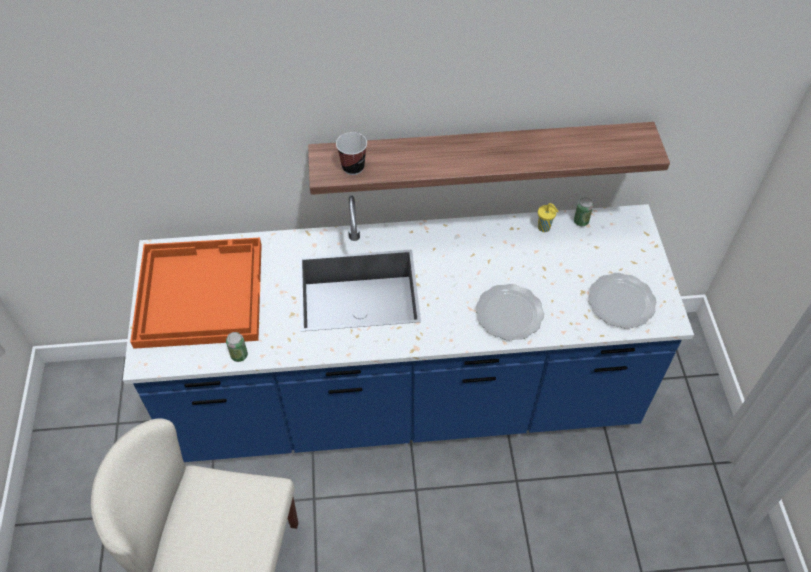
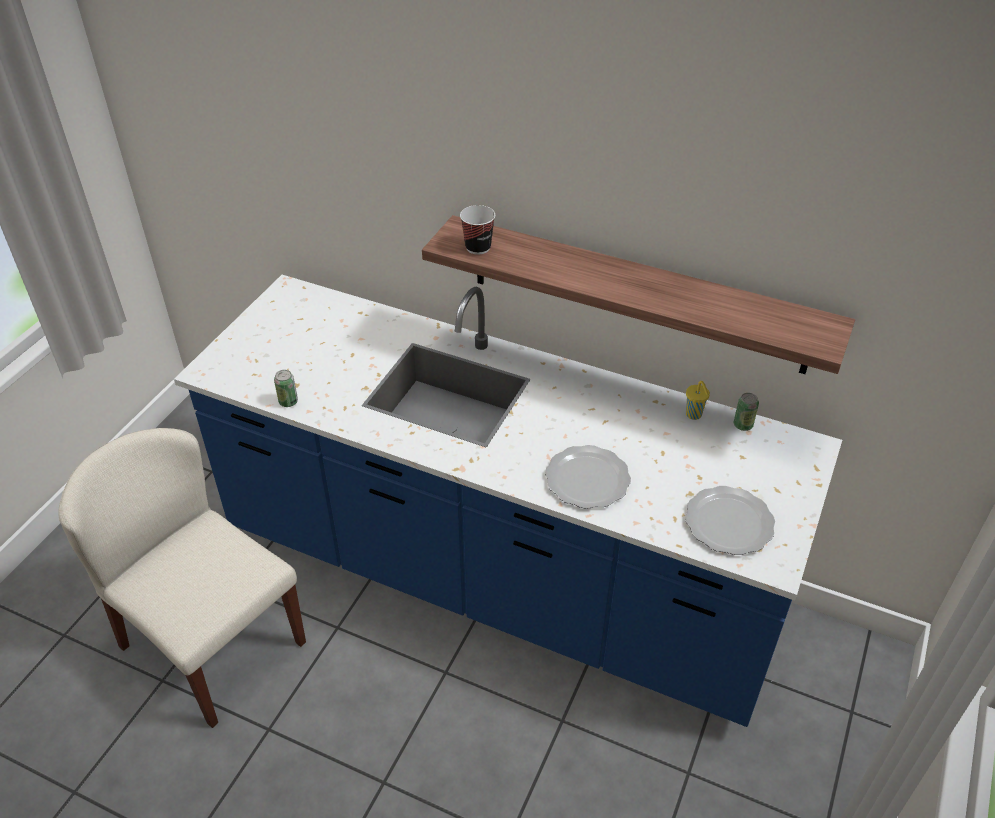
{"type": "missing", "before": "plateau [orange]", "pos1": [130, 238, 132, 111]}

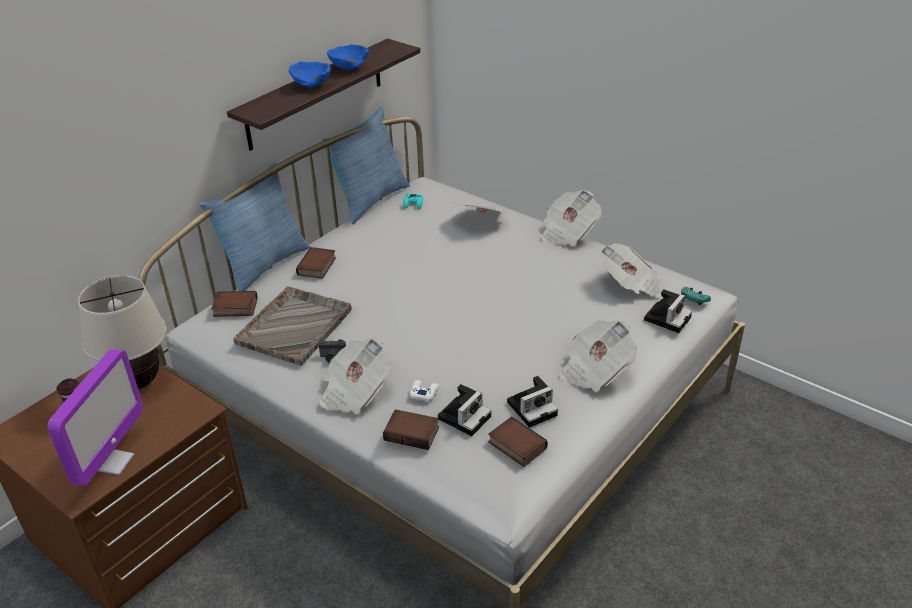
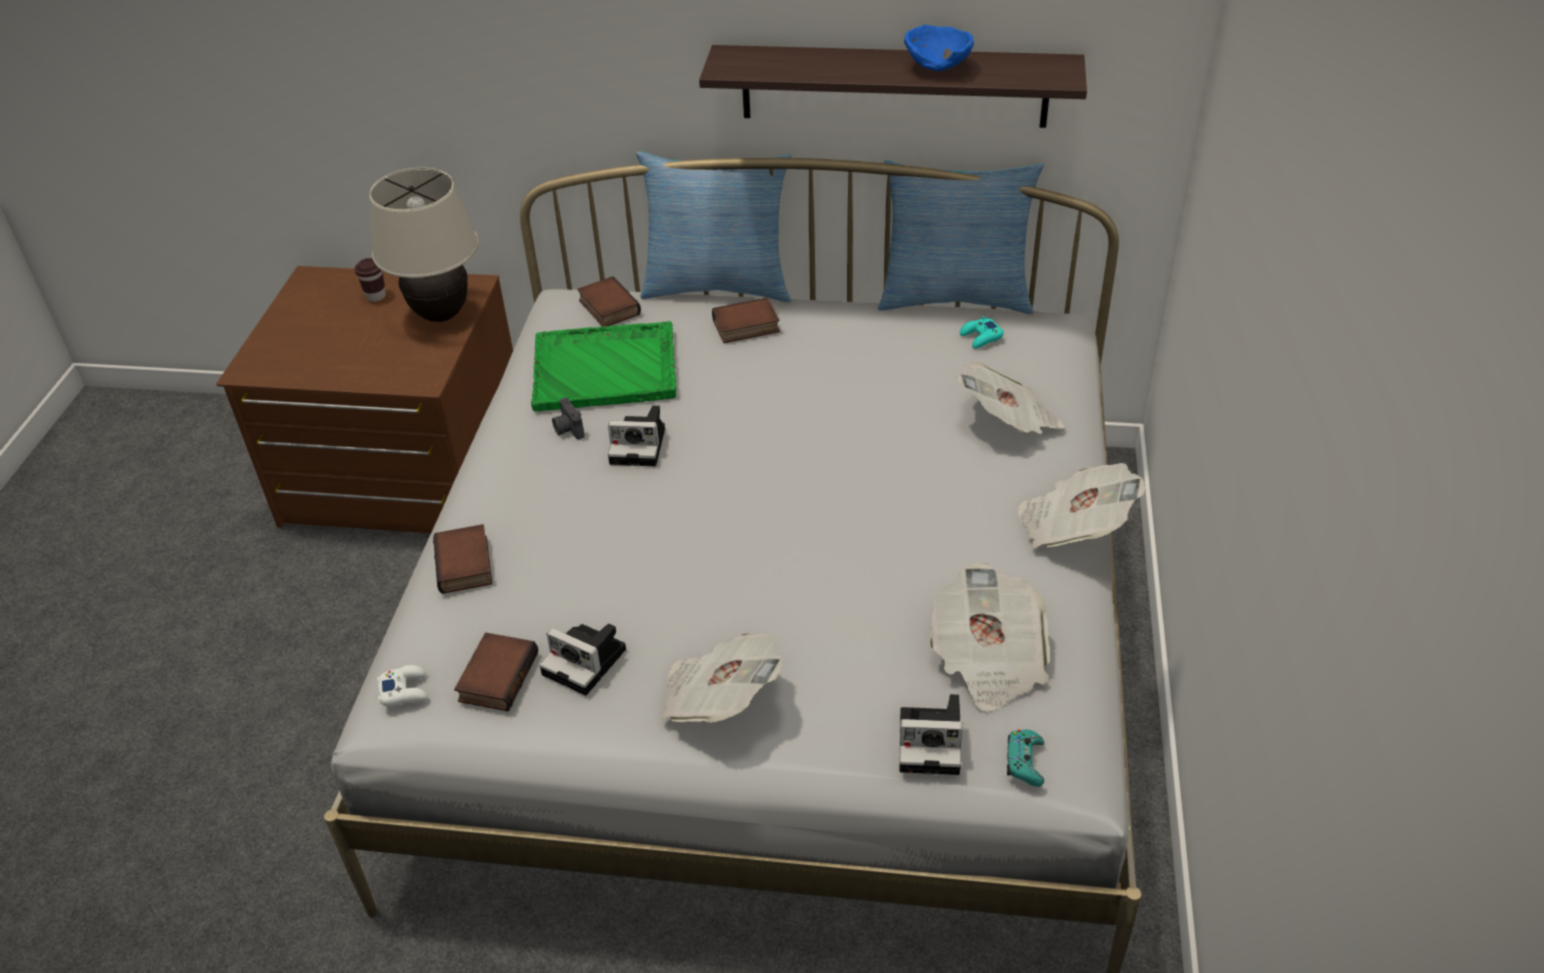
{"type": "missing", "before": "écran d'ordinateur", "pos1": [48, 349, 95, 137]}
{"type": "missing", "before": "bol [bleu]", "pos1": [289, 61, 42, 27]}
{"type": "missing", "before": "journal", "pos1": [319, 338, 73, 76]}
{"type": "relocated", "before": "manette [blanc]", "pos1": [410, 380, 29, 22], "pos2": [377, 665, 51, 41]}
{"type": "relocated", "before": "appareil photo", "pos1": [438, 384, 53, 52], "pos2": [608, 405, 57, 61]}
{"type": "colour", "before": "plateau [gris]", "after": "plateau [vert]", "pos1": [233, 286, 119, 80], "pos2": [531, 321, 145, 90]}

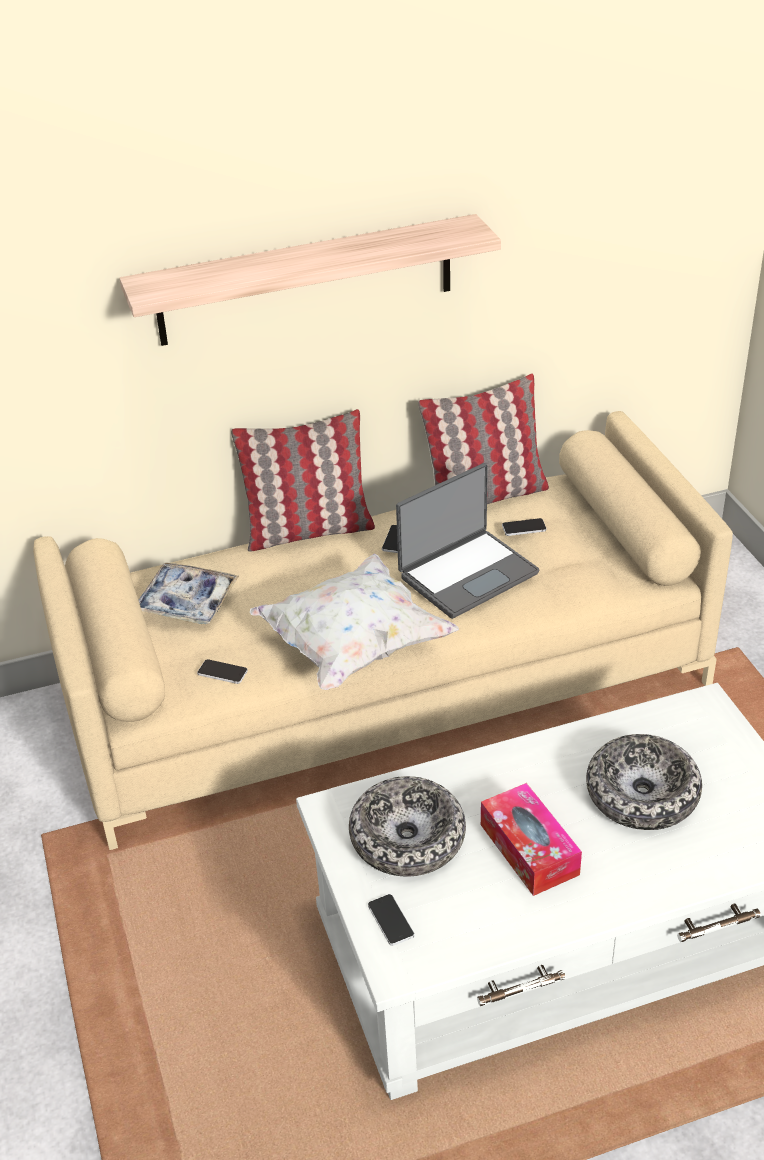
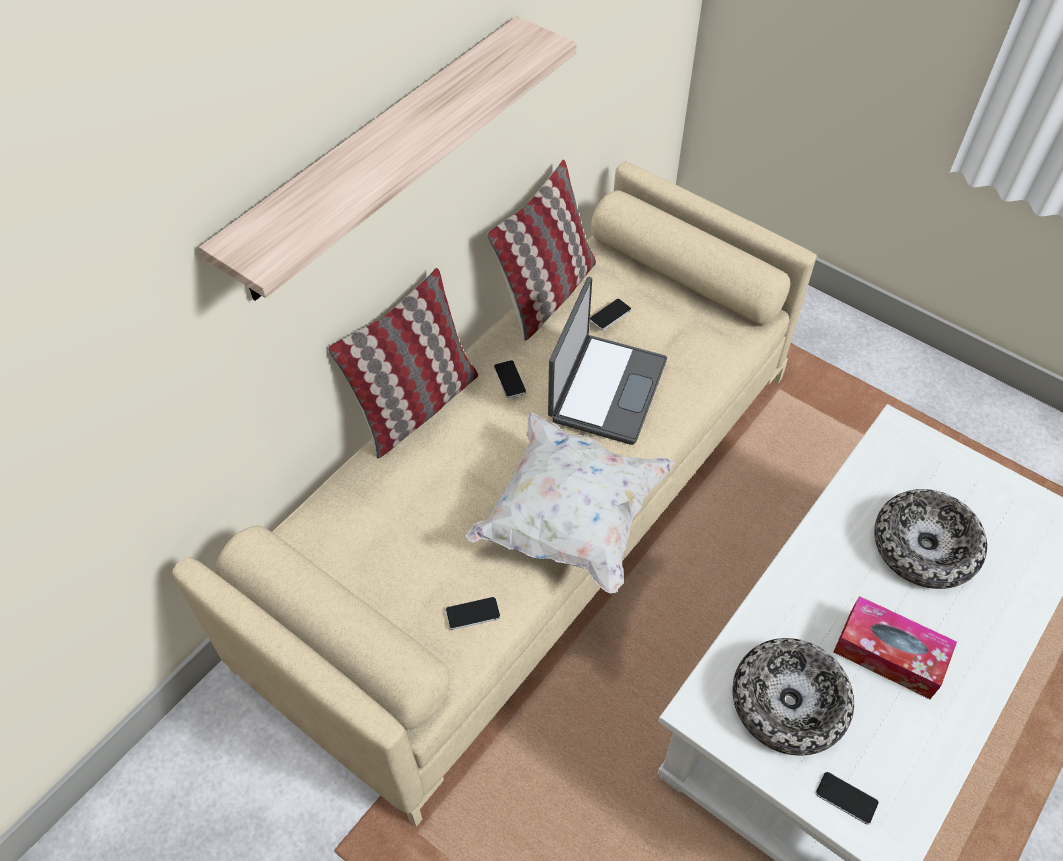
{"type": "missing", "before": "plateau", "pos1": [139, 562, 100, 62]}

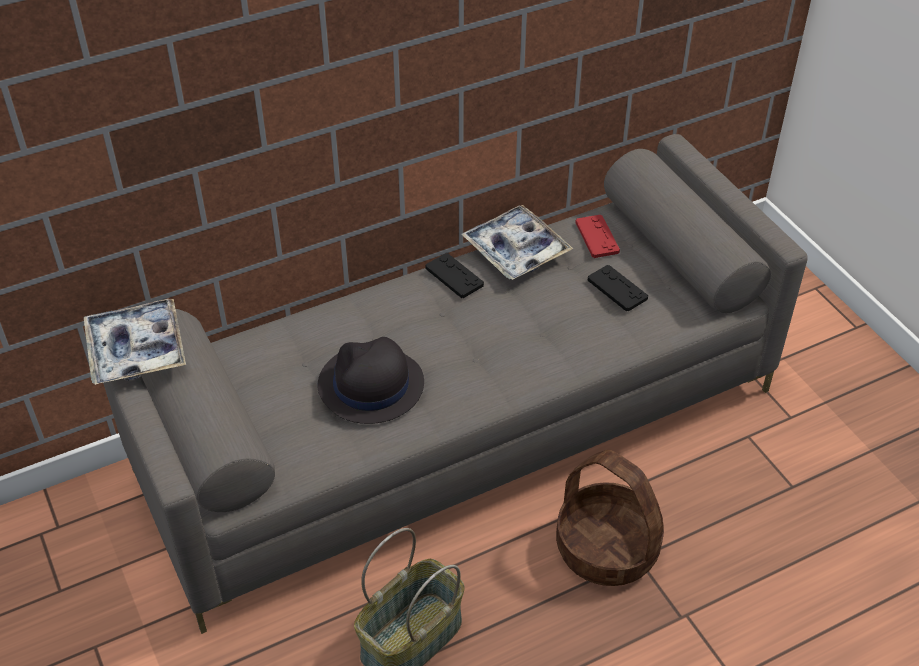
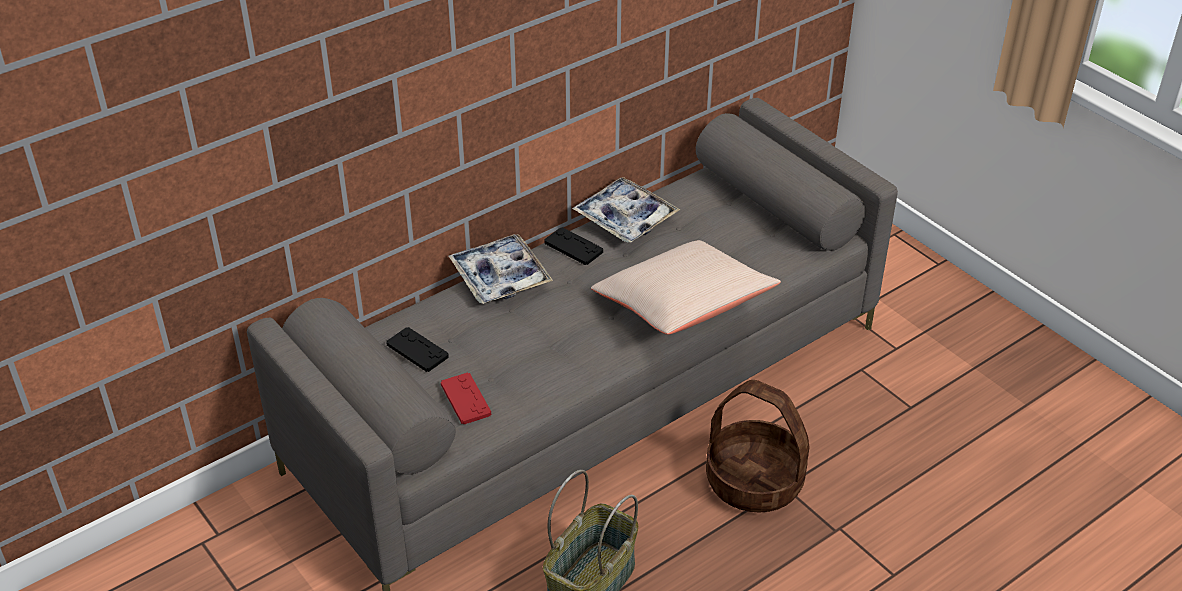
{"type": "missing", "before": "chapeau [noir]", "pos1": [317, 337, 107, 87]}
{"type": "appeared", "after": "coussin [beige]", "pos2": [591, 240, 190, 95]}
{"type": "relocated", "before": "plateau", "pos1": [84, 299, 102, 86], "pos2": [449, 234, 104, 70]}
{"type": "relocated", "before": "manette [rouge]", "pos1": [575, 215, 45, 43], "pos2": [441, 372, 50, 52]}
{"type": "relocated", "before": "manette [noir]", "pos1": [588, 265, 60, 46], "pos2": [386, 327, 63, 45]}

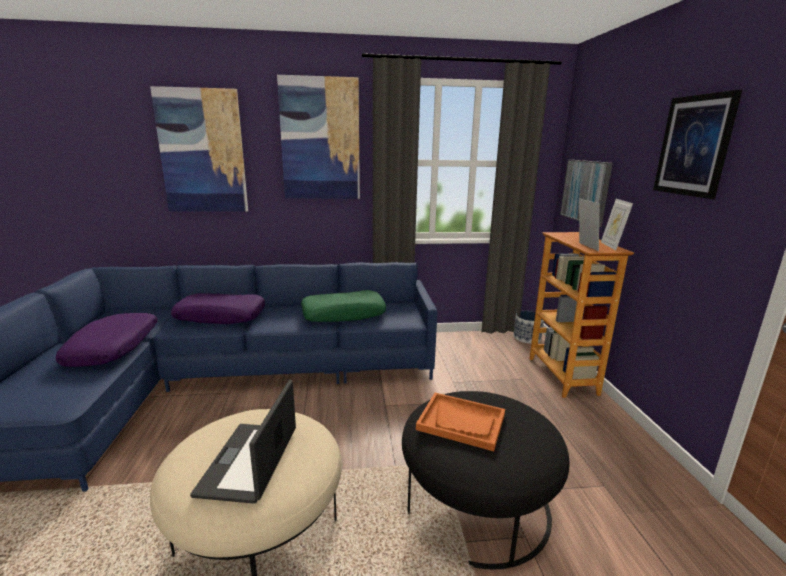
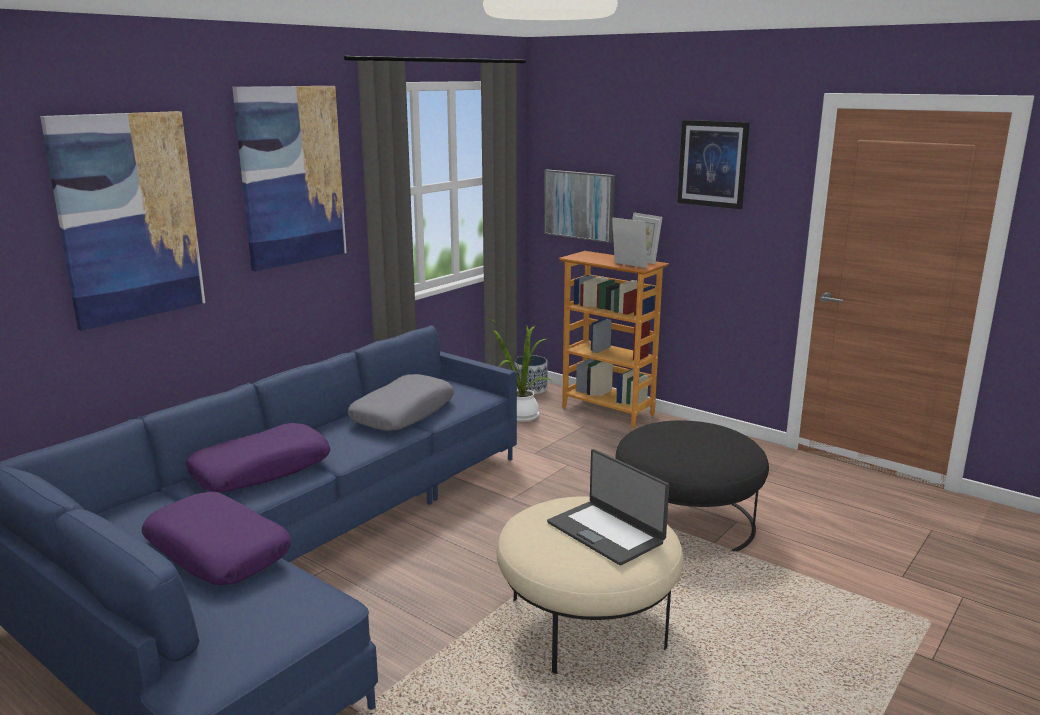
{"type": "missing", "before": "plateau [orange]", "pos1": [416, 393, 89, 58]}
{"type": "appeared", "after": "plante en pot", "pos2": [485, 318, 66, 104]}
{"type": "colour", "before": "coussin [vert]", "after": "coussin [gris]", "pos1": [301, 290, 85, 32], "pos2": [348, 374, 106, 57]}

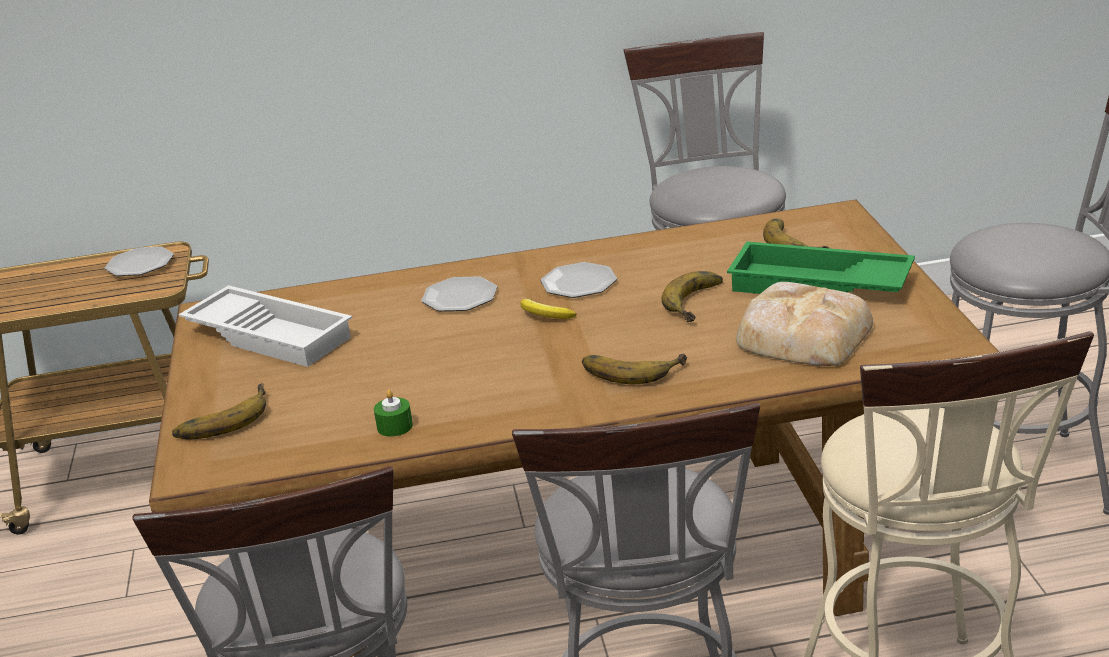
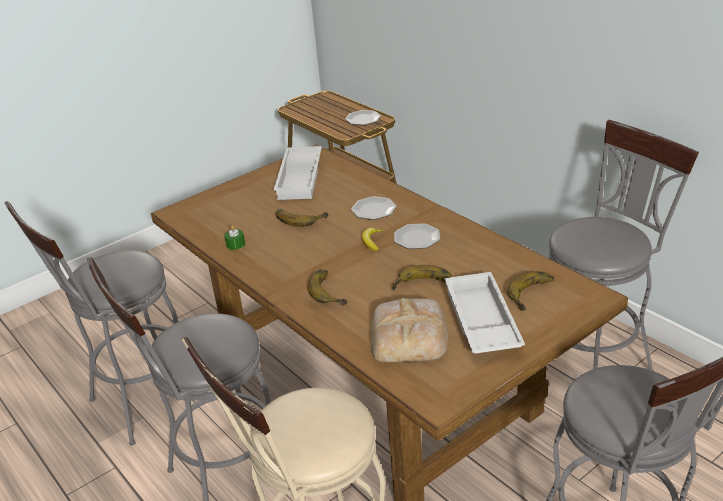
{"type": "relocated", "before": "banane", "pos1": [172, 383, 94, 56], "pos2": [276, 209, 52, 18]}
{"type": "colour", "before": "plateau [vert]", "after": "plateau [blanc]", "pos1": [727, 242, 188, 52], "pos2": [444, 272, 81, 82]}

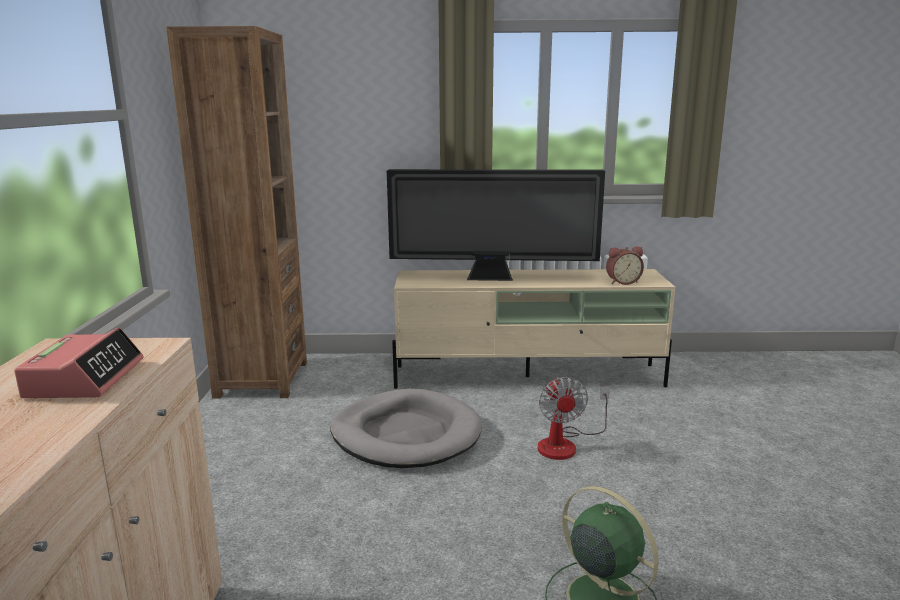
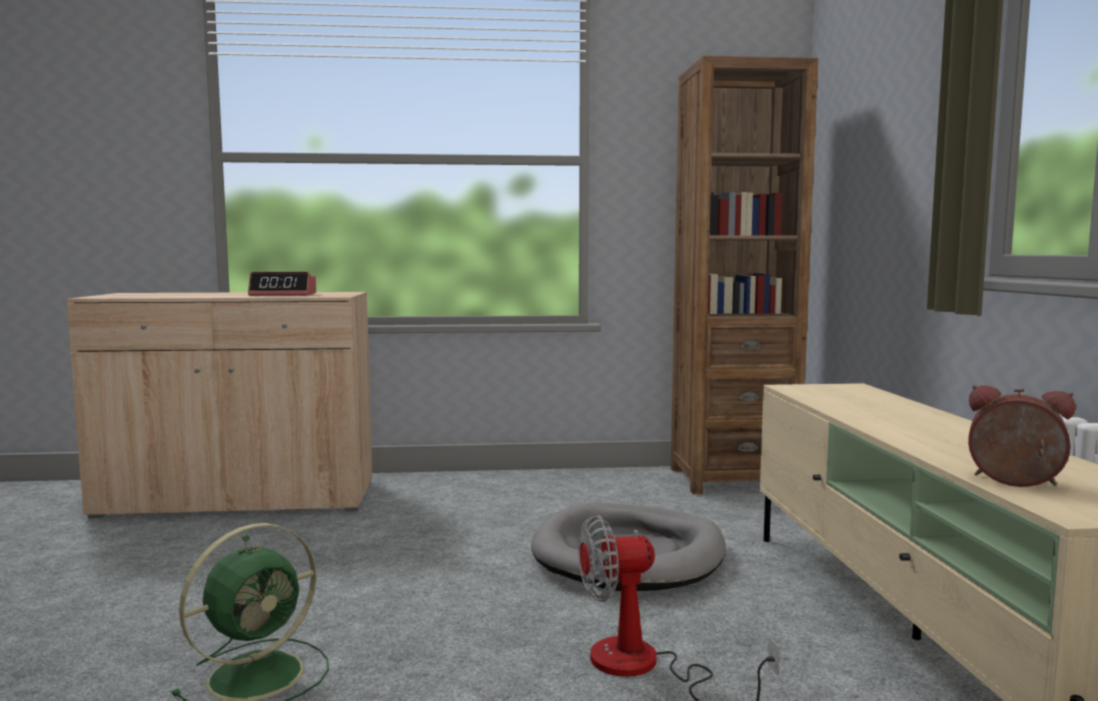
{"type": "missing", "before": "téléviseur", "pos1": [387, 169, 218, 112]}
{"type": "spun", "before": "réveil", "pos1": [606, 246, 38, 39], "pos2": [968, 385, 107, 102], "turn": 135}

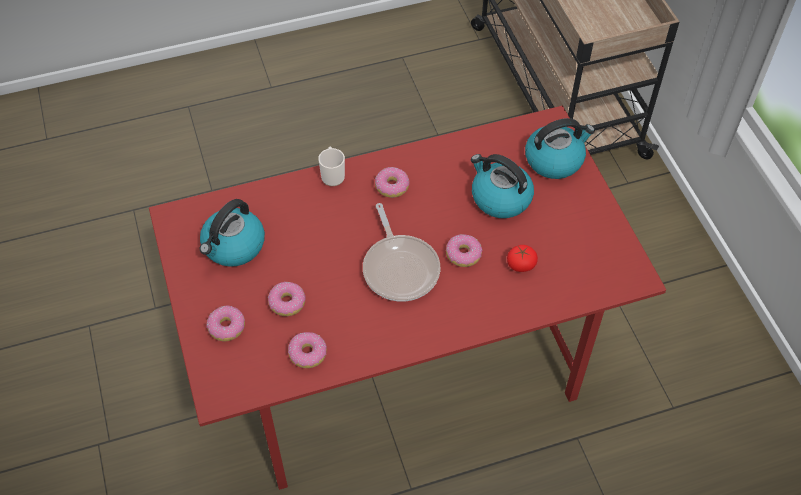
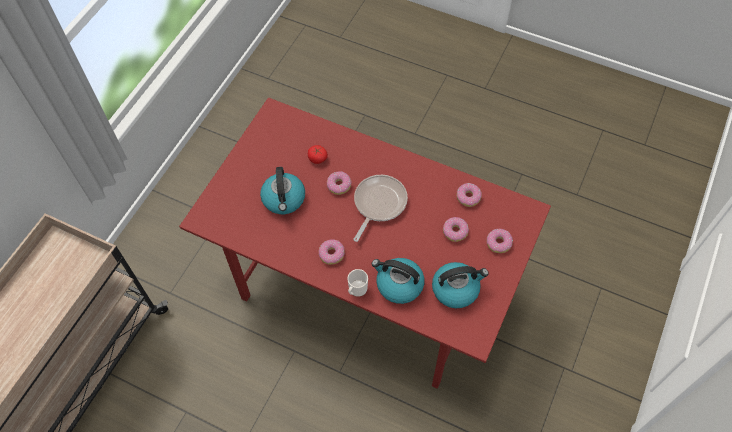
{"type": "relocated", "before": "bouilloire", "pos1": [525, 118, 70, 61], "pos2": [372, 258, 52, 46]}

